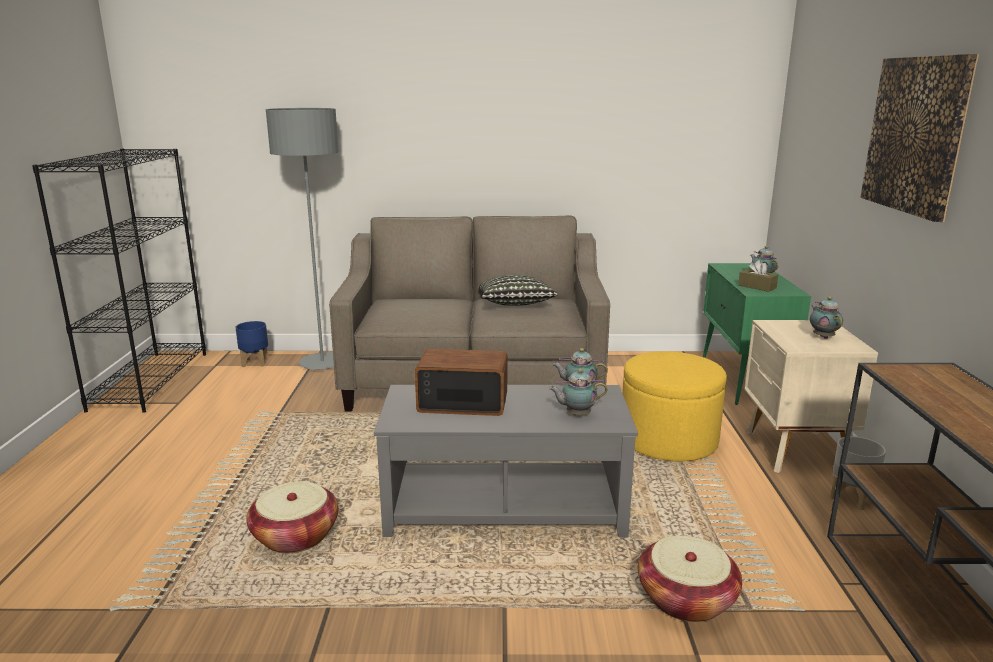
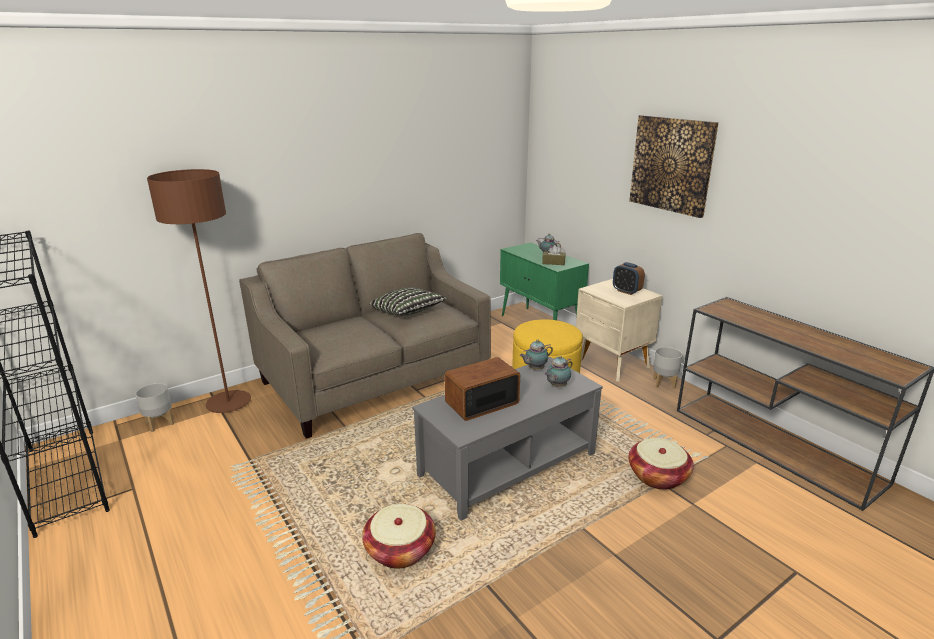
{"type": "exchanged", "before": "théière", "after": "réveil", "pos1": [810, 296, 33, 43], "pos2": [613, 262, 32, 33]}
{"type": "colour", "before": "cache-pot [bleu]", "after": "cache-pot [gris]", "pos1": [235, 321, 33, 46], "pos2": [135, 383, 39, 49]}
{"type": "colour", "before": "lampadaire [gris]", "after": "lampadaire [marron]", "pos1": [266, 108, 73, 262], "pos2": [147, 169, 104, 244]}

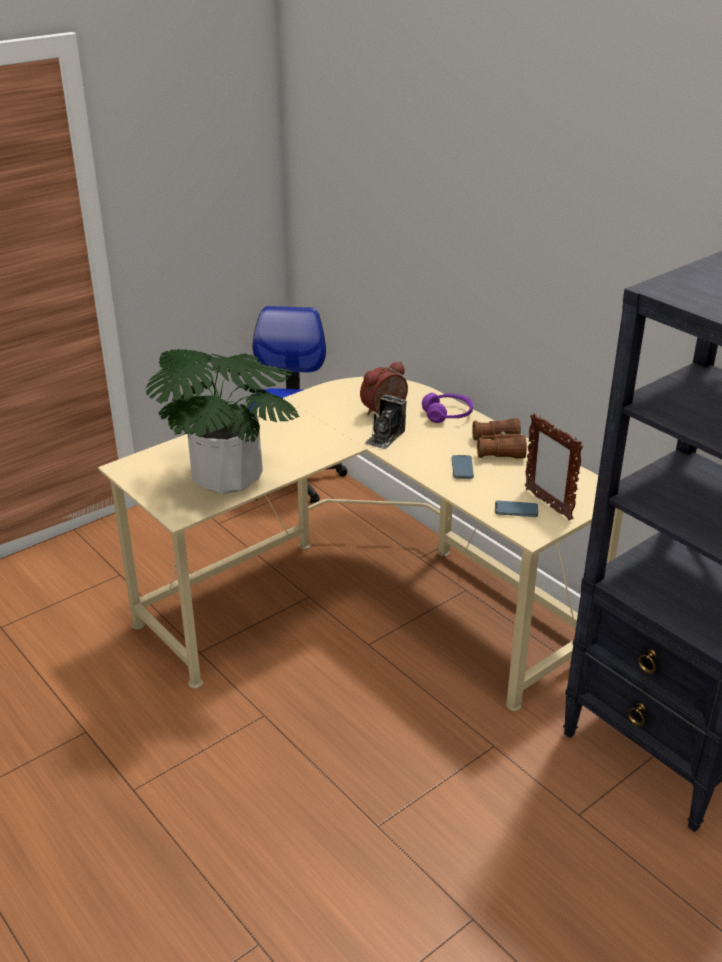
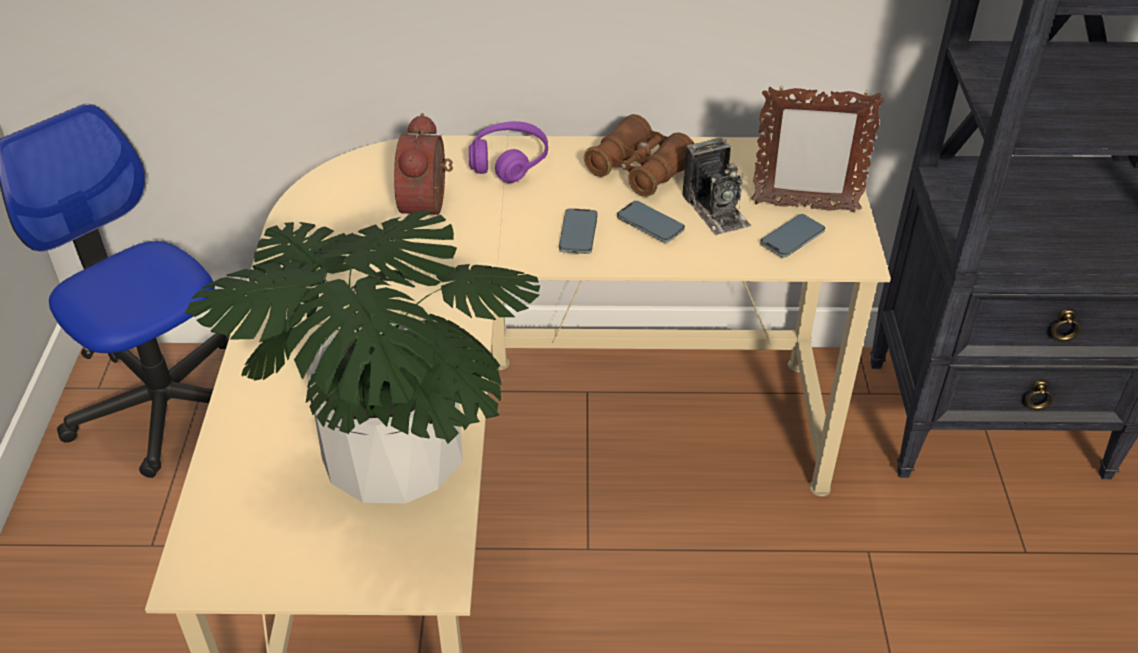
{"type": "appeared", "after": "téléphone", "pos2": [559, 208, 39, 46]}
{"type": "relocated", "before": "appareil photo", "pos1": [364, 395, 43, 54], "pos2": [682, 137, 69, 98]}

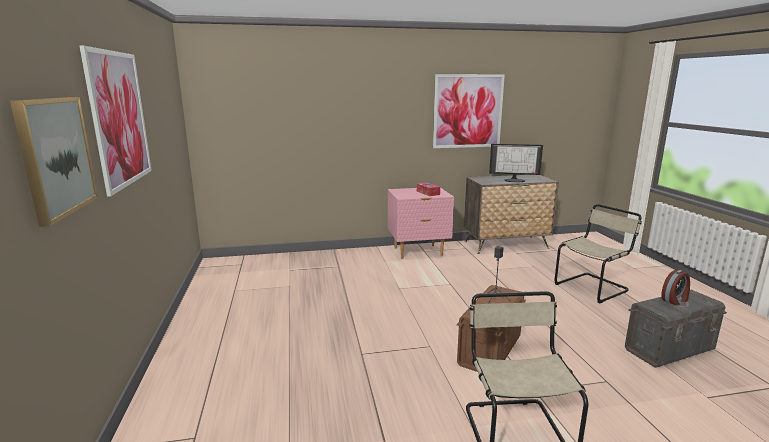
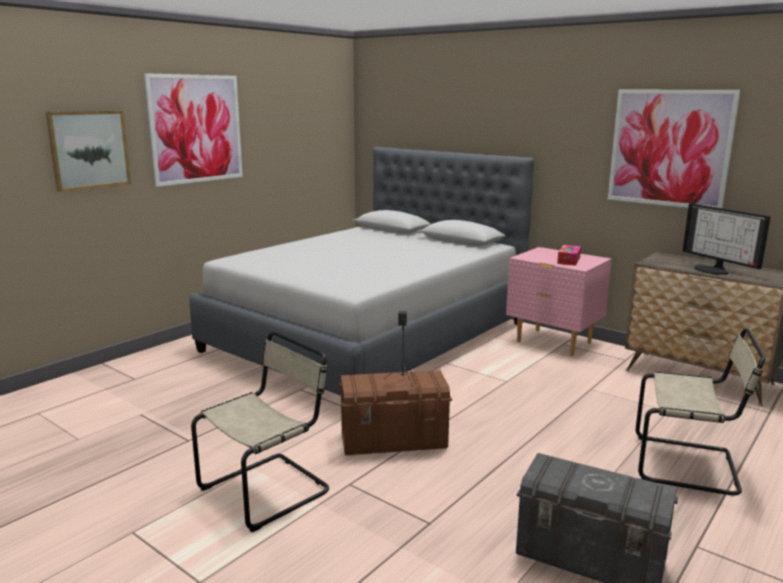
{"type": "missing", "before": "réveil", "pos1": [662, 270, 28, 36]}
{"type": "appeared", "after": "lit [gris]", "pos2": [189, 147, 345, 249]}

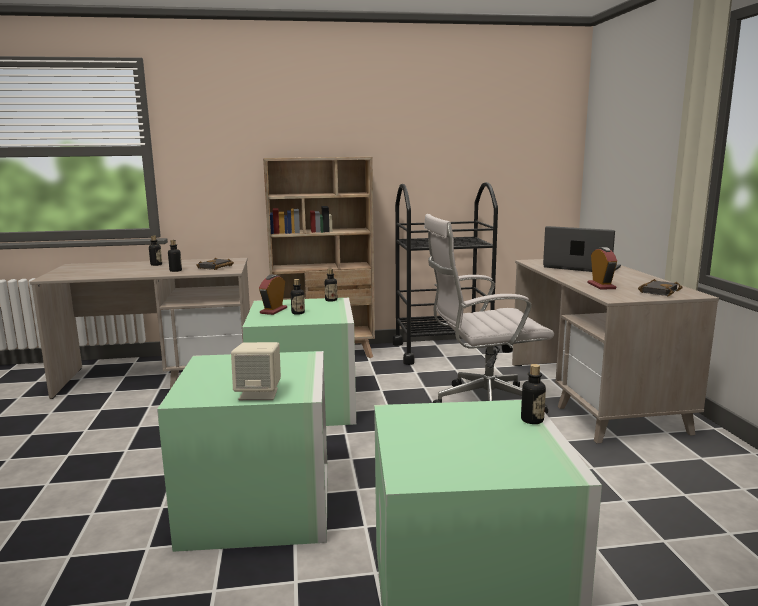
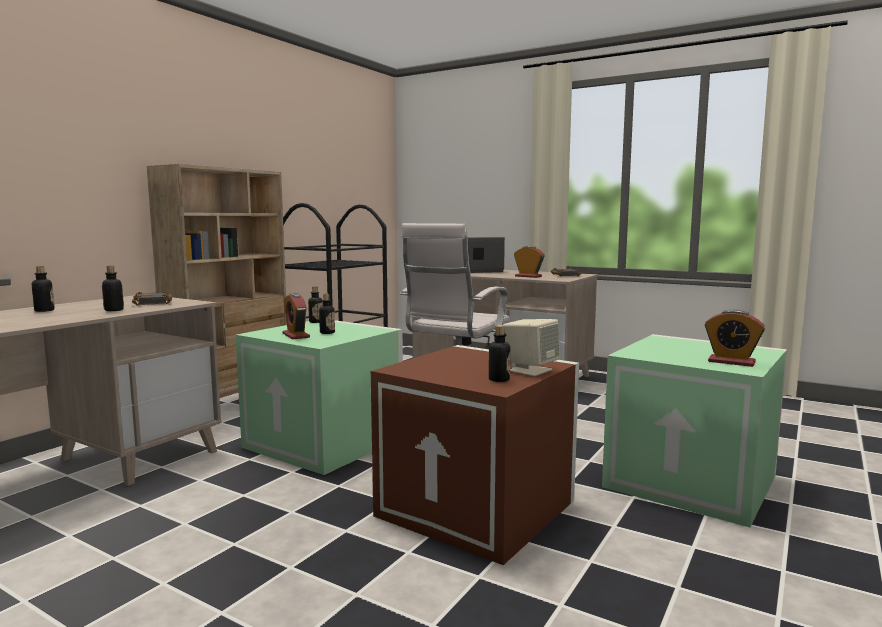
{"type": "appeared", "after": "réveil", "pos2": [705, 310, 60, 57]}
{"type": "relocated", "before": "bouteille", "pos1": [521, 364, 25, 60], "pos2": [489, 325, 21, 57]}
{"type": "colour", "before": "boîte de rangement [vert]", "after": "boîte de rangement [marron]", "pos1": [157, 351, 171, 201], "pos2": [371, 345, 208, 220]}

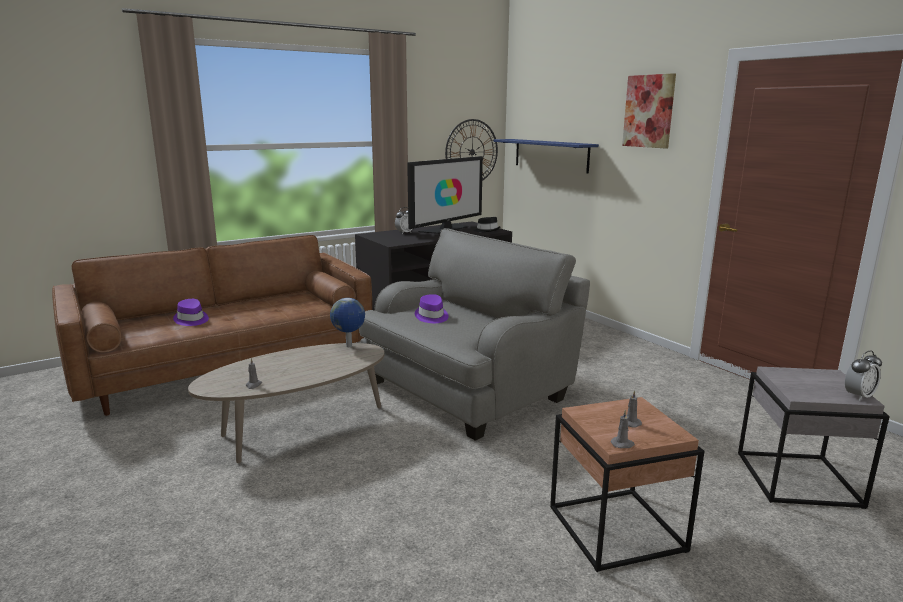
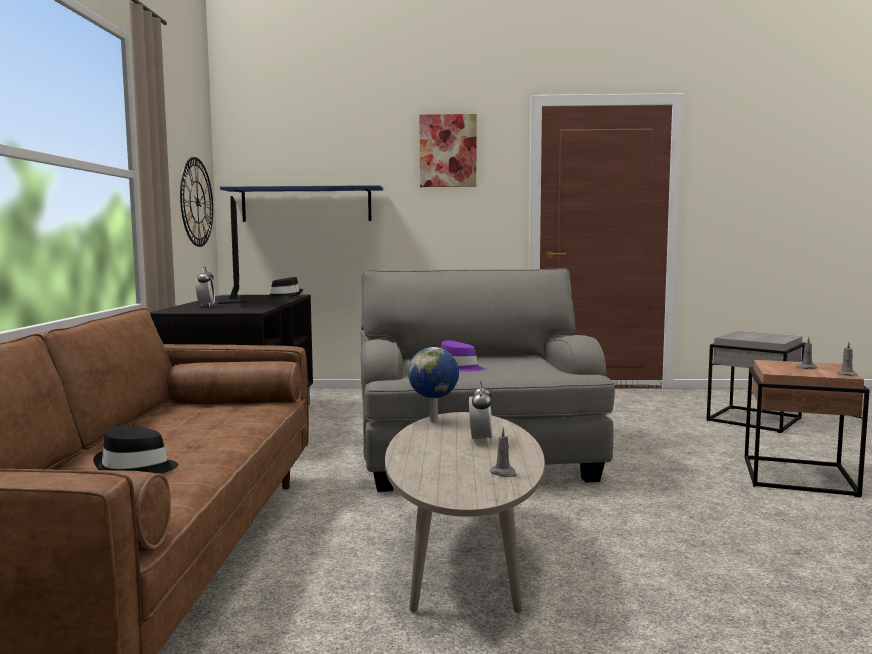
{"type": "relocated", "before": "réveil", "pos1": [845, 351, 37, 50], "pos2": [469, 381, 24, 63]}
{"type": "colour", "before": "chapeau [violet]", "after": "chapeau [noir]", "pos1": [173, 299, 36, 27], "pos2": [93, 425, 85, 49]}

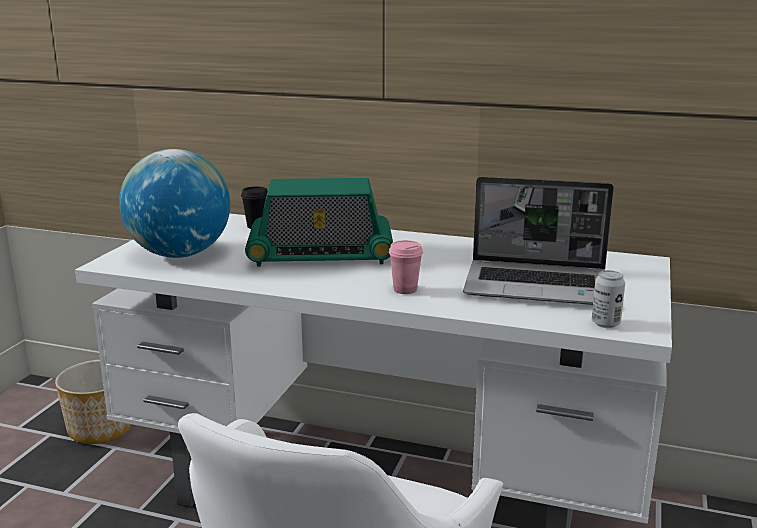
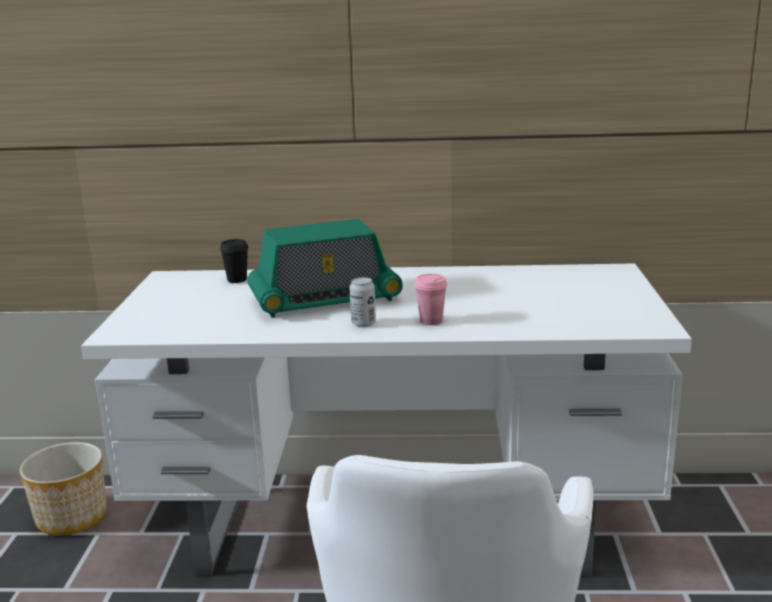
{"type": "missing", "before": "globe", "pos1": [119, 149, 111, 109]}
{"type": "missing", "before": "ordinateur portable", "pos1": [463, 177, 151, 128]}
{"type": "relocated", "before": "boîte métallique", "pos1": [592, 270, 33, 58], "pos2": [350, 277, 26, 50]}

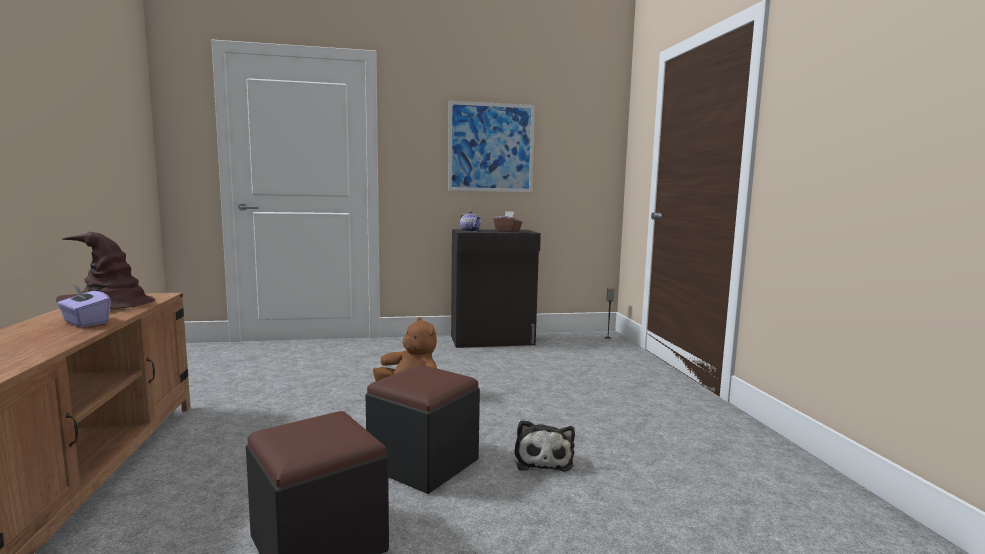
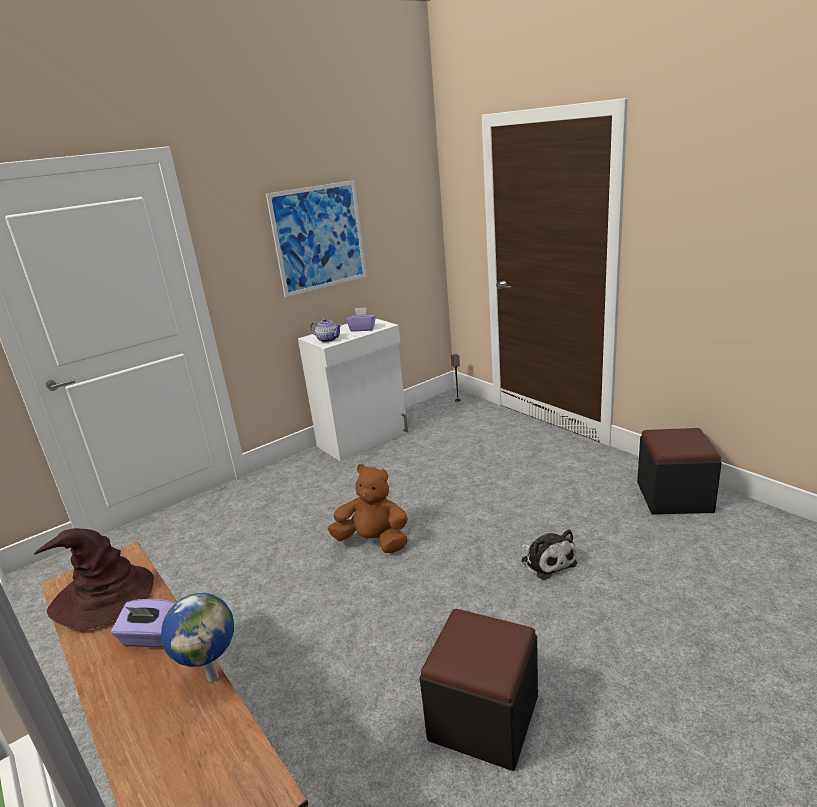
{"type": "appeared", "after": "globe", "pos2": [161, 593, 73, 89]}
{"type": "relocated", "before": "pouf [noir]", "pos1": [366, 365, 114, 129], "pos2": [637, 428, 85, 86]}
{"type": "colour", "before": "meuble de rangement [noir]", "after": "meuble de rangement [blanc]", "pos1": [451, 229, 90, 119], "pos2": [298, 319, 110, 143]}
{"type": "colour", "before": "boîte à mouchoirs [marron]", "after": "boîte à mouchoirs [violet]", "pos1": [494, 211, 29, 21], "pos2": [346, 308, 30, 24]}

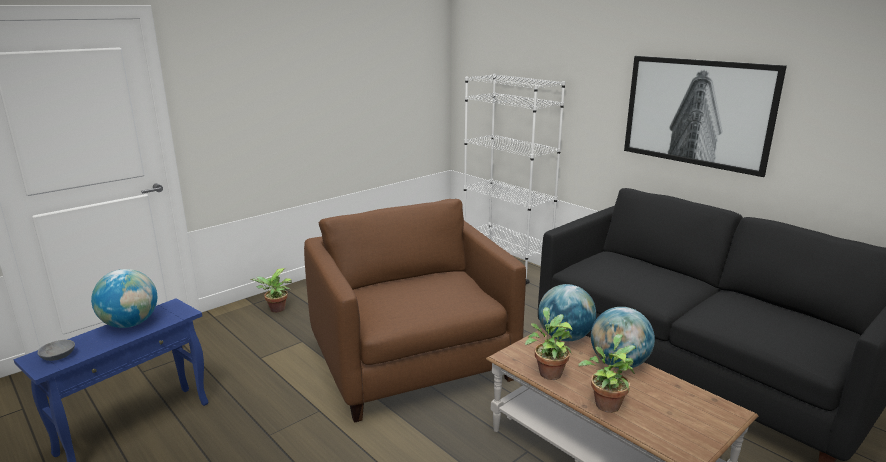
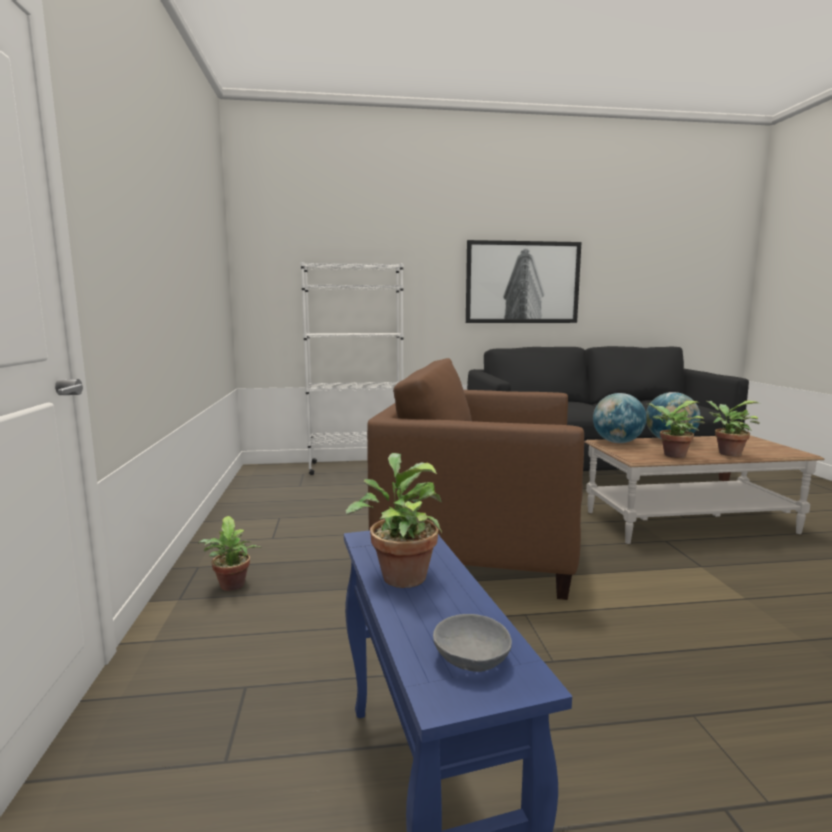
{"type": "exchanged", "before": "globe", "after": "plante en pot", "pos1": [91, 269, 66, 59], "pos2": [346, 453, 96, 135]}

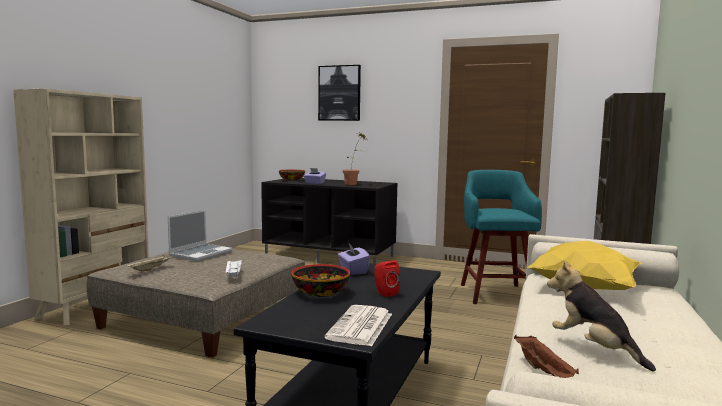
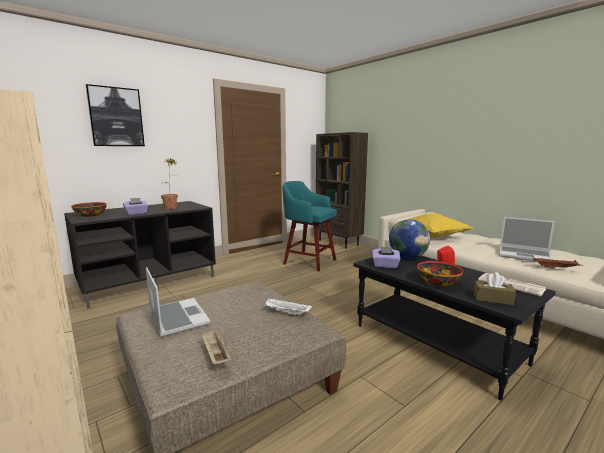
{"type": "appeared", "after": "globe", "pos2": [389, 219, 41, 40]}
{"type": "appeared", "after": "boîte à mouchoirs [marron]", "pos2": [474, 272, 42, 33]}
{"type": "exchanged", "before": "peluche", "after": "ordinateur portable", "pos1": [547, 259, 109, 113], "pos2": [499, 217, 56, 45]}

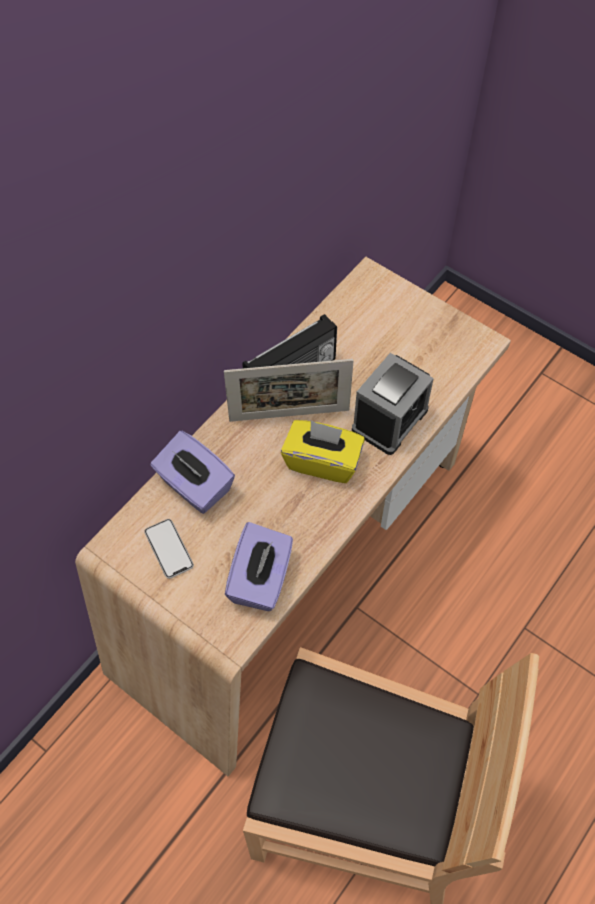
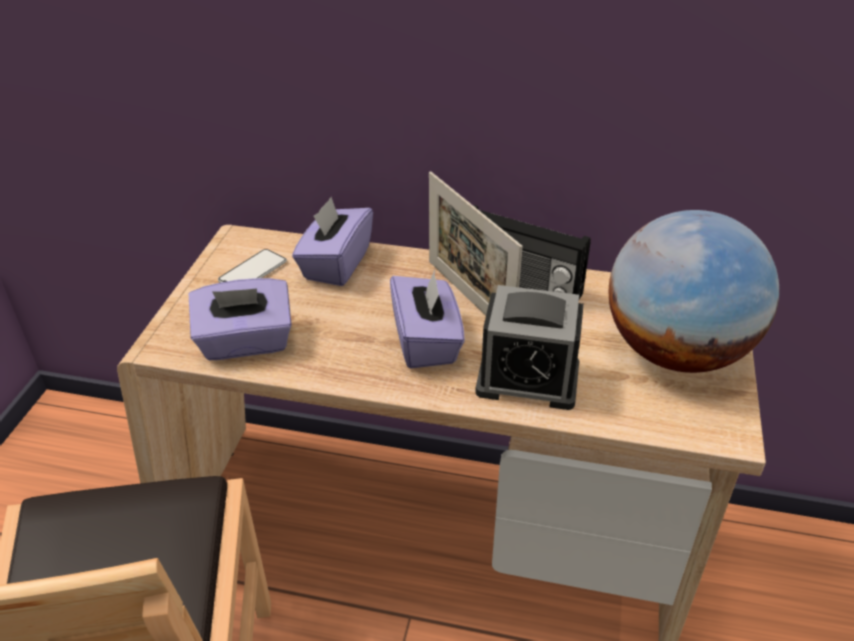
{"type": "appeared", "after": "globe", "pos2": [609, 210, 170, 163]}
{"type": "colour", "before": "boîte à mouchoirs [jaune]", "after": "boîte à mouchoirs [violet]", "pos1": [281, 420, 84, 63], "pos2": [390, 270, 75, 99]}

